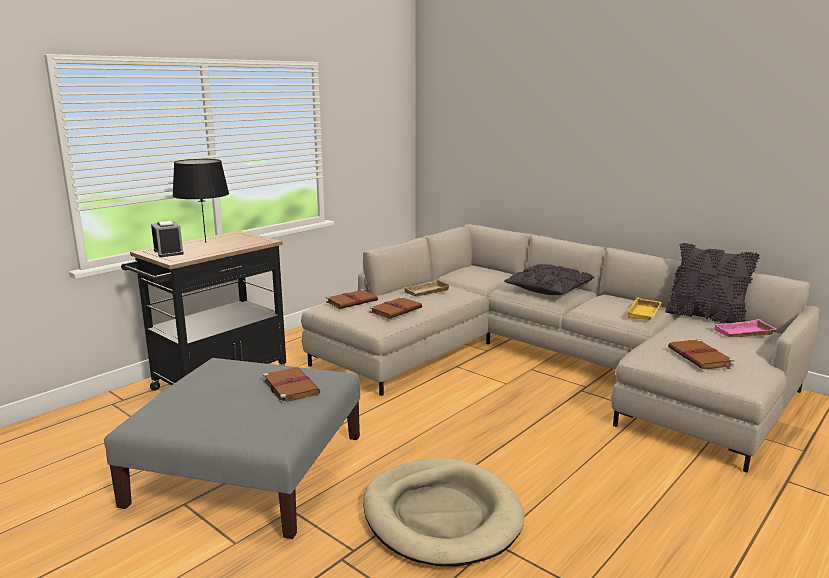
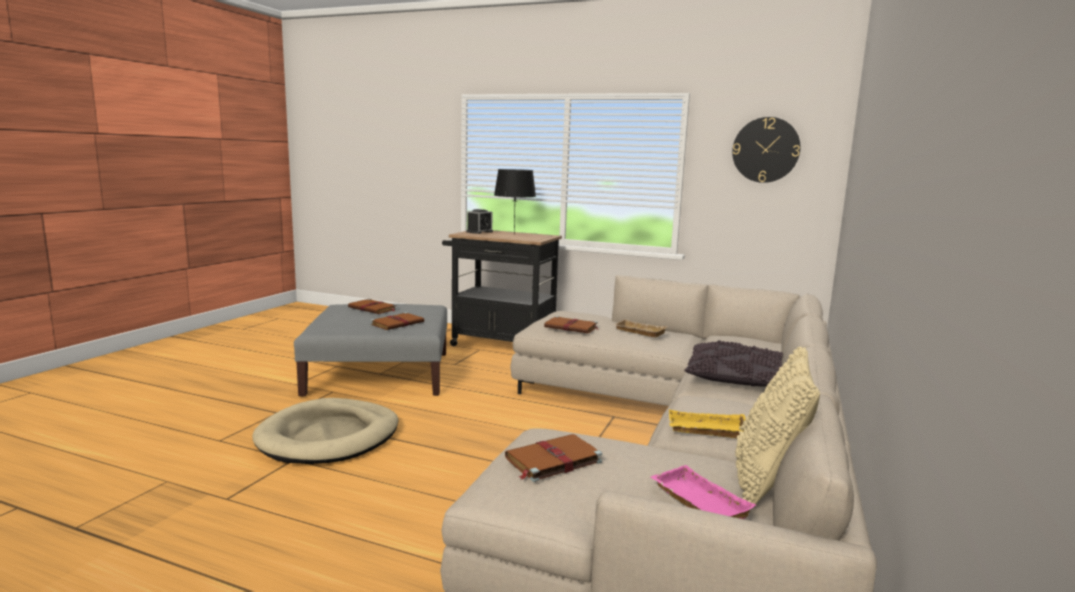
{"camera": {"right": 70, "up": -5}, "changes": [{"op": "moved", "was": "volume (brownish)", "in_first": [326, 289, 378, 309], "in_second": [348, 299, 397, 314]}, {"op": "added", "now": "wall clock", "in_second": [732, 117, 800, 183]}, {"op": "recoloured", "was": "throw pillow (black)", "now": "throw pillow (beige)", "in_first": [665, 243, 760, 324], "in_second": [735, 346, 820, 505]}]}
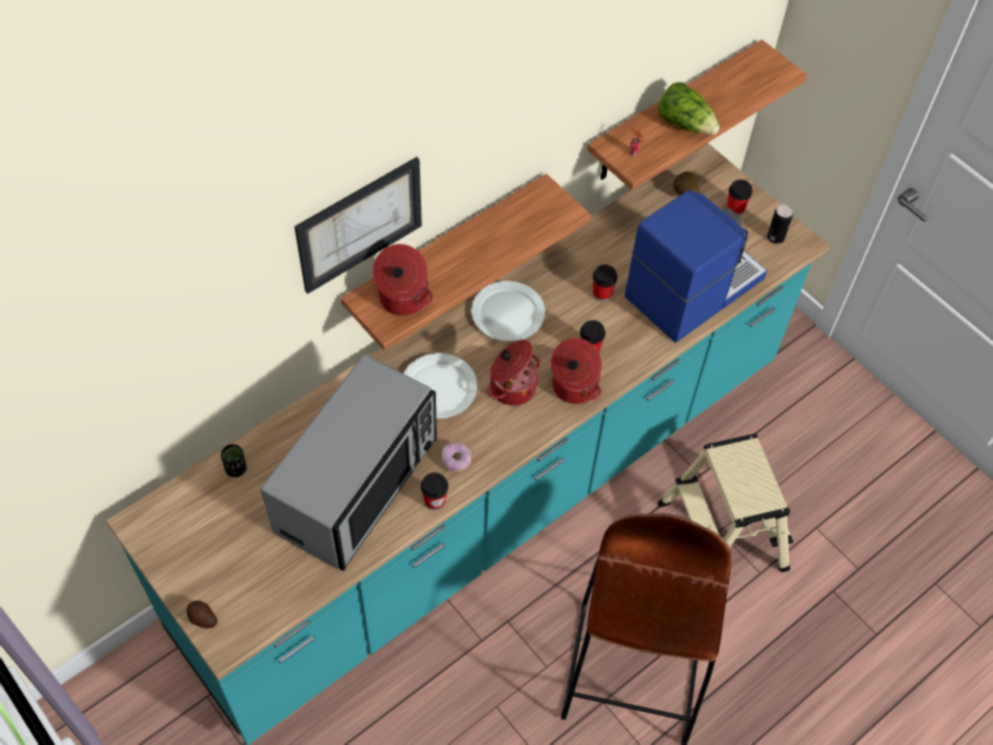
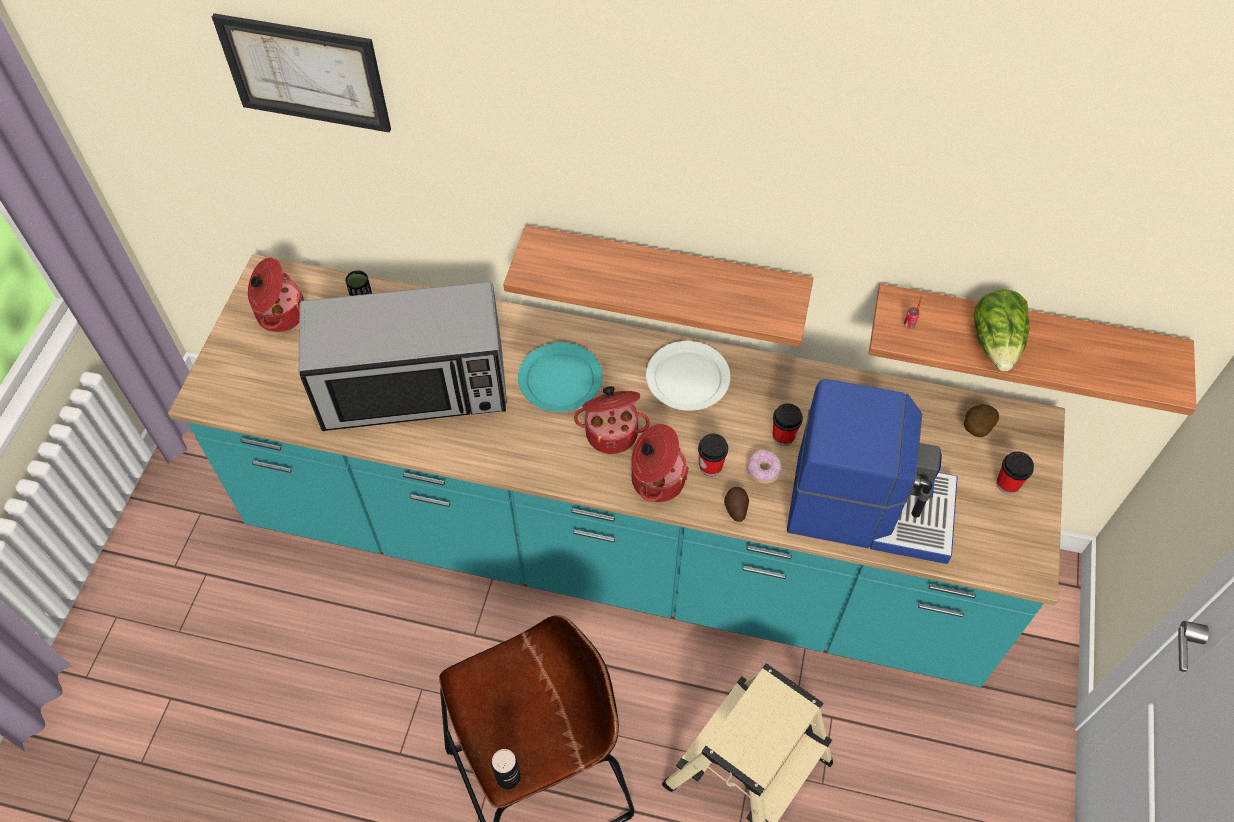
{"camera": {"right": 55, "up": 0}, "changes": [{"op": "moved", "was": "wall art", "in_first": [294, 157, 422, 294], "in_second": [212, 13, 391, 133]}, {"op": "moved", "was": "stockpot", "in_first": [373, 244, 433, 316], "in_second": [248, 258, 304, 332]}, {"op": "moved", "was": "sealed can", "in_first": [767, 204, 793, 244], "in_second": [491, 749, 521, 790]}, {"op": "recoloured", "was": "flat dish (whitish)", "now": "flat dish (turquoise)", "in_first": [403, 353, 477, 418], "in_second": [518, 342, 603, 412]}, {"op": "moved", "was": "whole potato", "in_first": [186, 601, 217, 628], "in_second": [724, 487, 749, 522]}, {"op": "moved", "was": "doughnut", "in_first": [441, 442, 471, 472], "in_second": [748, 449, 782, 484]}, {"op": "removed", "was": "small cup", "in_first": [421, 473, 448, 510]}]}
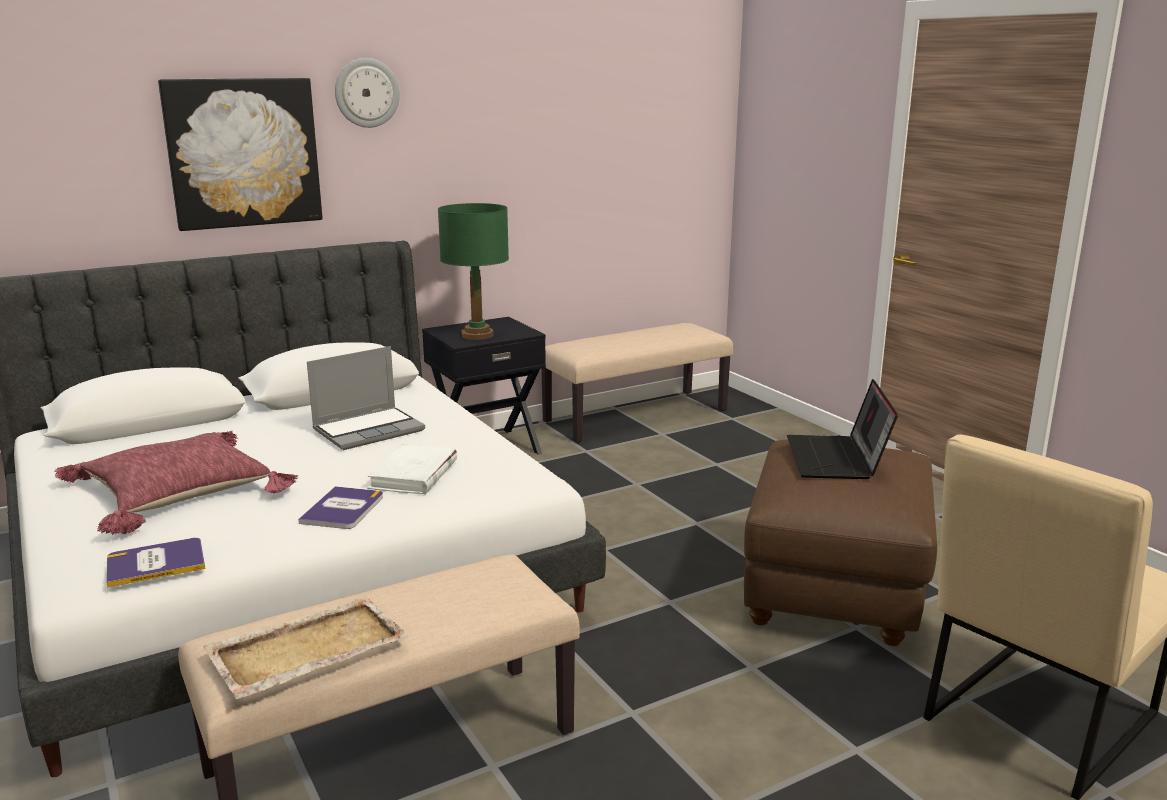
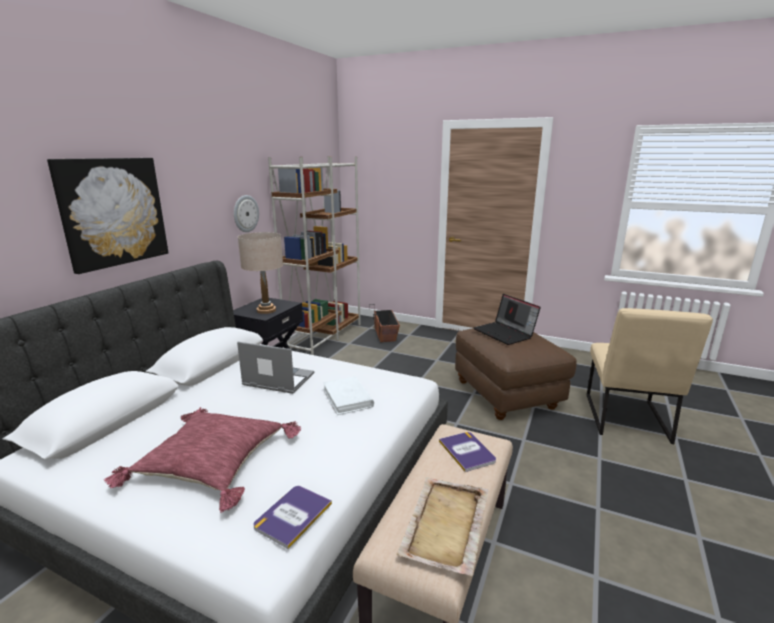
{"camera": {"right": -35, "up": 0}, "changes": [{"op": "moved", "was": "wall clock", "in_first": [335, 58, 400, 128], "in_second": [234, 195, 259, 232]}, {"op": "turned", "was": "portable computer", "in_first": [307, 346, 425, 450], "in_second": [237, 342, 314, 394], "clockwise": -90}, {"op": "recoloured", "was": "lamp for a table (greenish)", "now": "lamp for a table (beige)", "in_first": [438, 203, 509, 340], "in_second": [238, 232, 283, 314]}, {"op": "replaced", "was": "long seat (beige)", "now": "bookshelf (brownish)", "in_first": [541, 323, 733, 442], "in_second": [268, 156, 361, 355]}, {"op": "added", "now": "plant pot", "in_second": [369, 304, 400, 342]}, {"op": "moved", "was": "volume", "in_first": [298, 486, 383, 529], "in_second": [439, 432, 496, 472]}]}
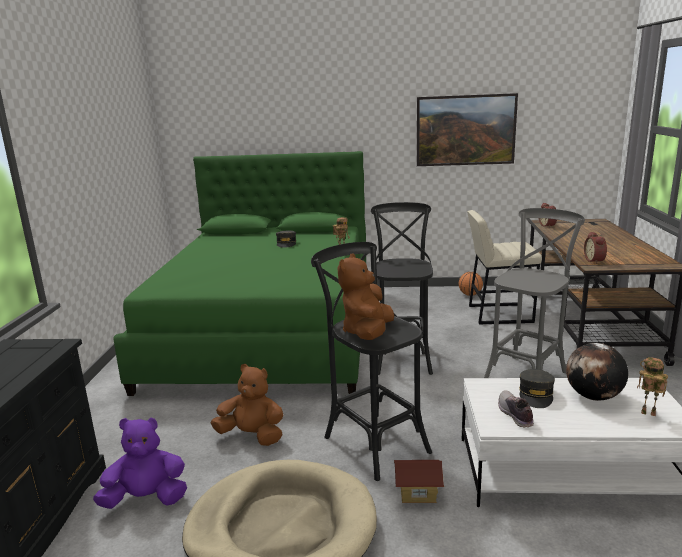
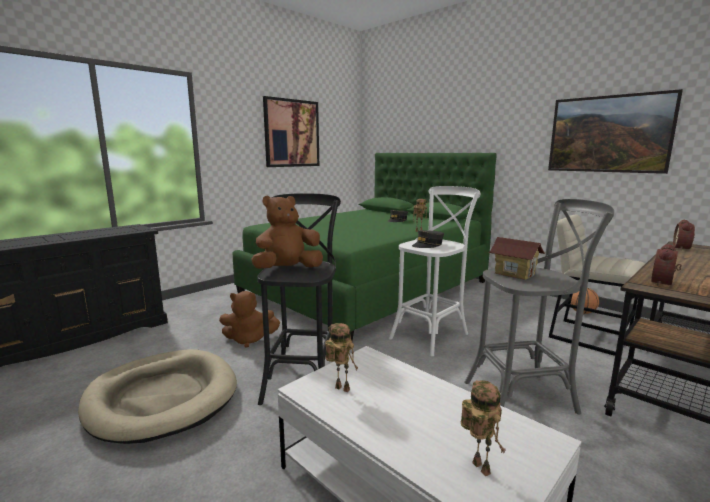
{"camera": {"right": 40, "up": -5}, "changes": [{"op": "turned", "was": "cuddly toy (brownish)", "in_first": [210, 364, 283, 446], "in_second": [219, 291, 280, 348], "clockwise": 120}, {"op": "added", "now": "wall art", "in_second": [263, 96, 319, 167]}, {"op": "replaced", "was": "item of footwear", "now": "robot figure", "in_first": [498, 390, 534, 427], "in_second": [325, 323, 358, 392]}, {"op": "recoloured", "was": "sitting stool (black)", "now": "sitting stool (whitish)", "in_first": [371, 202, 433, 375], "in_second": [389, 186, 480, 356]}, {"op": "moved", "was": "cap (grey)", "in_first": [519, 369, 555, 408], "in_second": [412, 230, 444, 248]}, {"op": "moved", "was": "toy house", "in_first": [394, 460, 444, 503], "in_second": [489, 237, 546, 280]}, {"op": "removed", "was": "cuddly toy (purplish)", "in_first": [93, 417, 187, 509]}, {"op": "removed", "was": "globe", "in_first": [566, 343, 628, 401]}]}
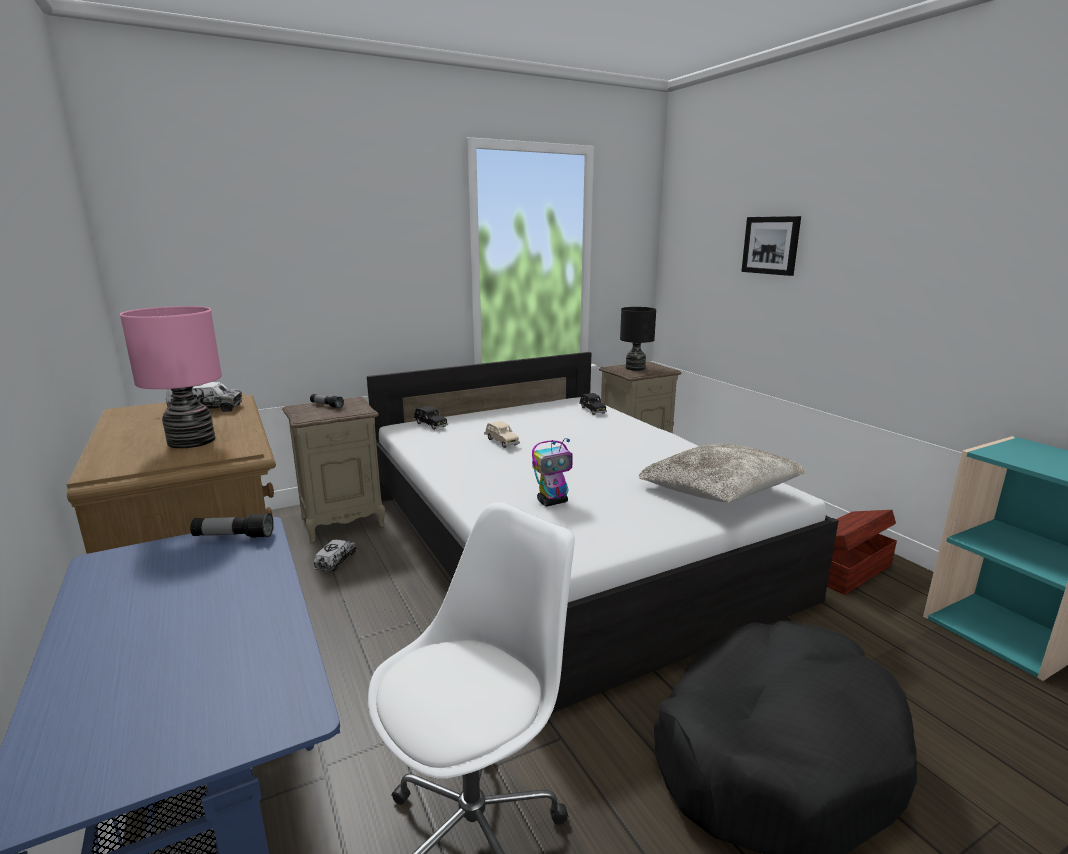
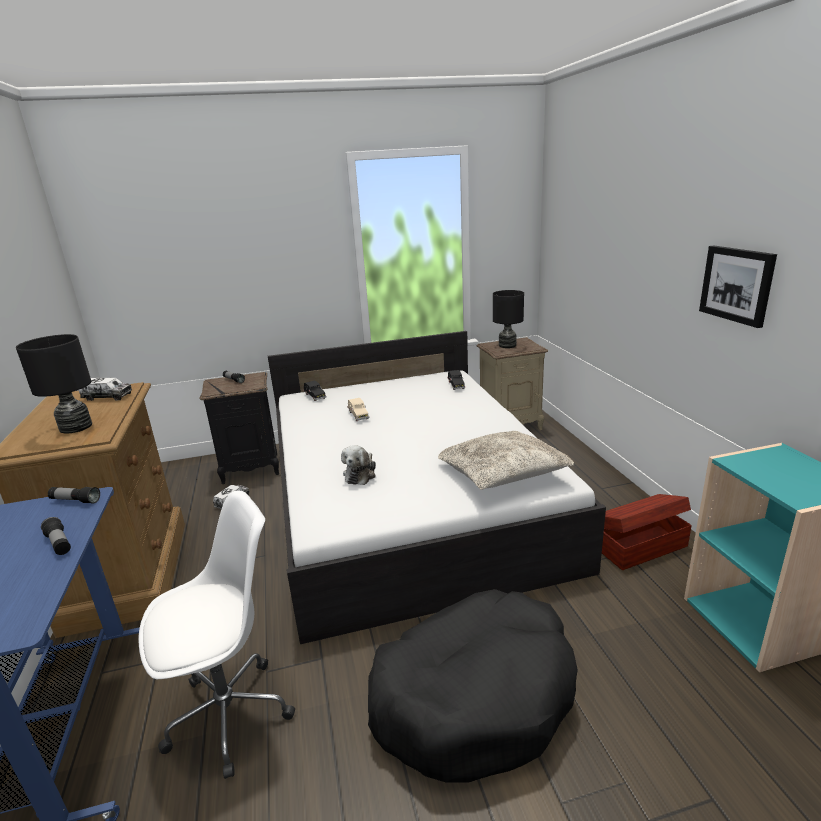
{"camera": {"right": 15, "up": 5}, "changes": [{"op": "recoloured", "was": "lamp for a table (pink)", "now": "lamp for a table (black)", "in_first": [120, 306, 222, 448], "in_second": [16, 334, 92, 434]}, {"op": "added", "now": "hand torch", "in_second": [41, 517, 71, 555]}, {"op": "recoloured", "was": "nightstand (beige)", "now": "nightstand (black)", "in_first": [282, 397, 385, 542], "in_second": [199, 372, 279, 484]}, {"op": "replaced", "was": "robot figure", "now": "cuddly toy", "in_first": [532, 438, 573, 506], "in_second": [341, 445, 376, 485]}, {"op": "moved", "was": "wall art", "in_first": [741, 216, 801, 276], "in_second": [699, 245, 777, 328]}]}
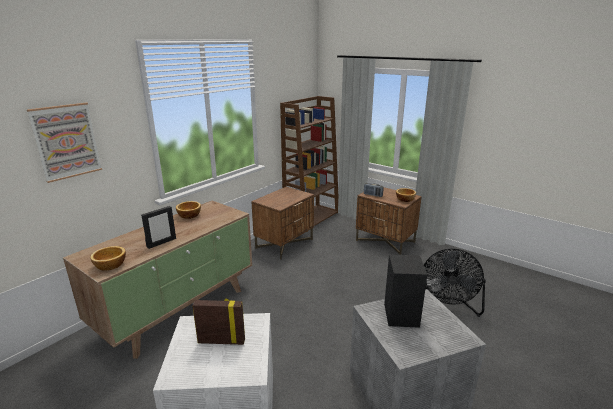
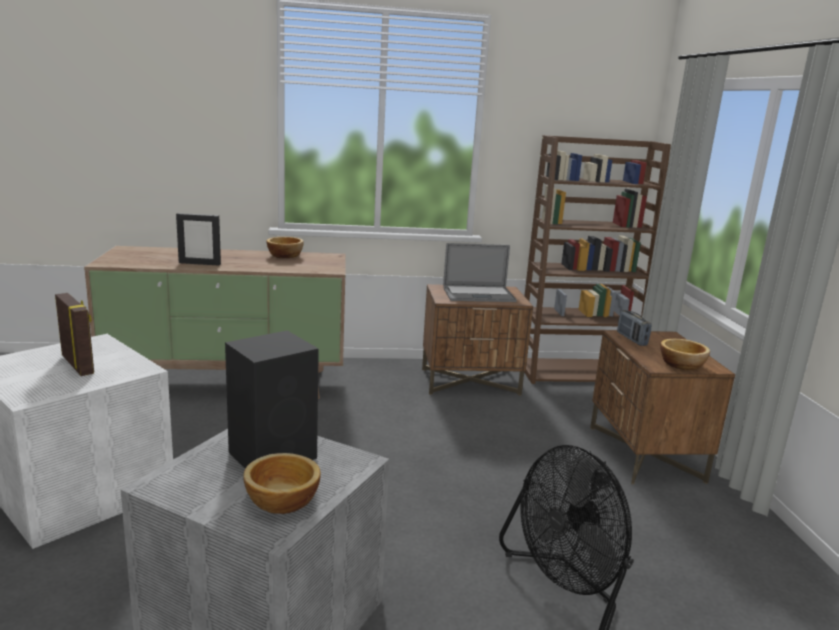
{"camera": {"right": 45, "up": -5}, "changes": [{"op": "moved", "was": "serving bowl", "in_first": [90, 246, 126, 270], "in_second": [243, 453, 321, 514]}, {"op": "added", "now": "portable computer", "in_second": [443, 243, 517, 302]}, {"op": "removed", "was": "wall art", "in_first": [27, 103, 102, 183]}]}
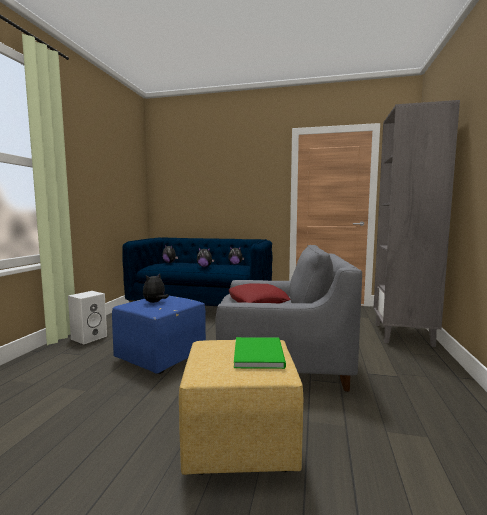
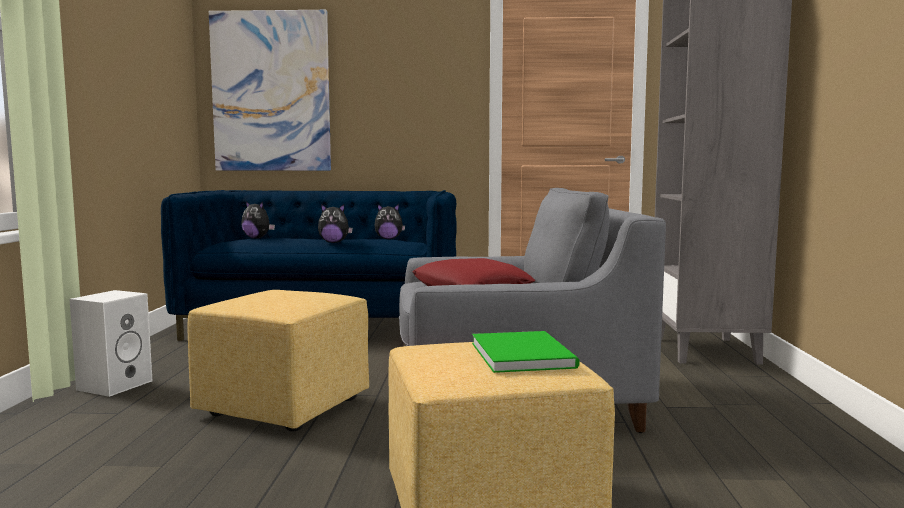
{"camera": {"right": -10, "up": 0}, "changes": [{"op": "recoloured", "was": "footrest (bluish)", "now": "footrest (yellow)", "in_first": [112, 296, 206, 374], "in_second": [187, 290, 369, 431]}, {"op": "added", "now": "wall art", "in_second": [209, 10, 331, 171]}, {"op": "removed", "was": "cuddly toy", "in_first": [143, 273, 169, 303]}]}
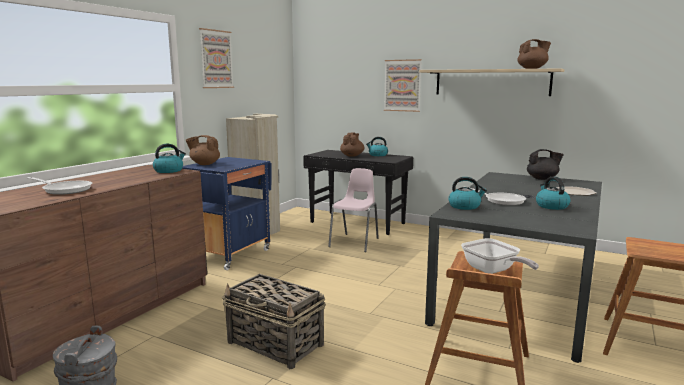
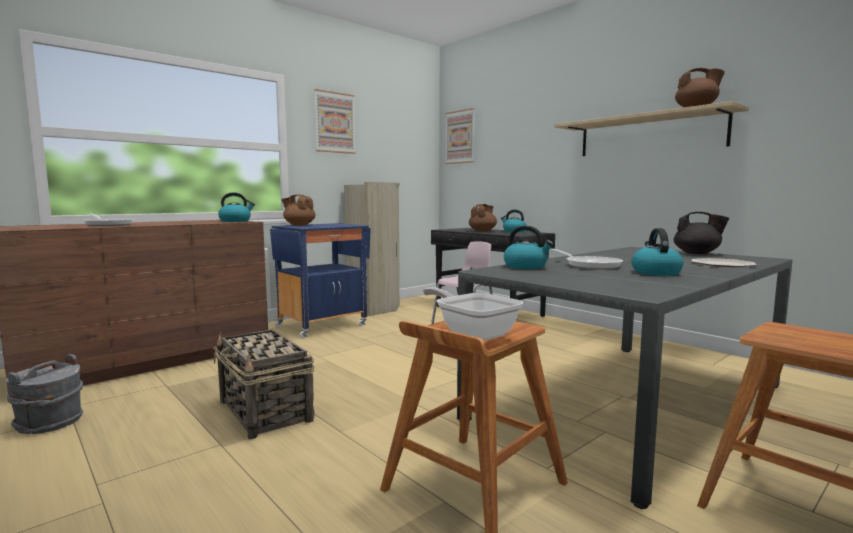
{"camera": {"right": 20, "up": -5}, "changes": [{"op": "turned", "was": "pan", "in_first": [461, 238, 539, 274], "in_second": [423, 287, 523, 341], "clockwise": 150}, {"op": "moved", "was": "wall art", "in_first": [384, 59, 422, 112], "in_second": [445, 108, 475, 164]}]}
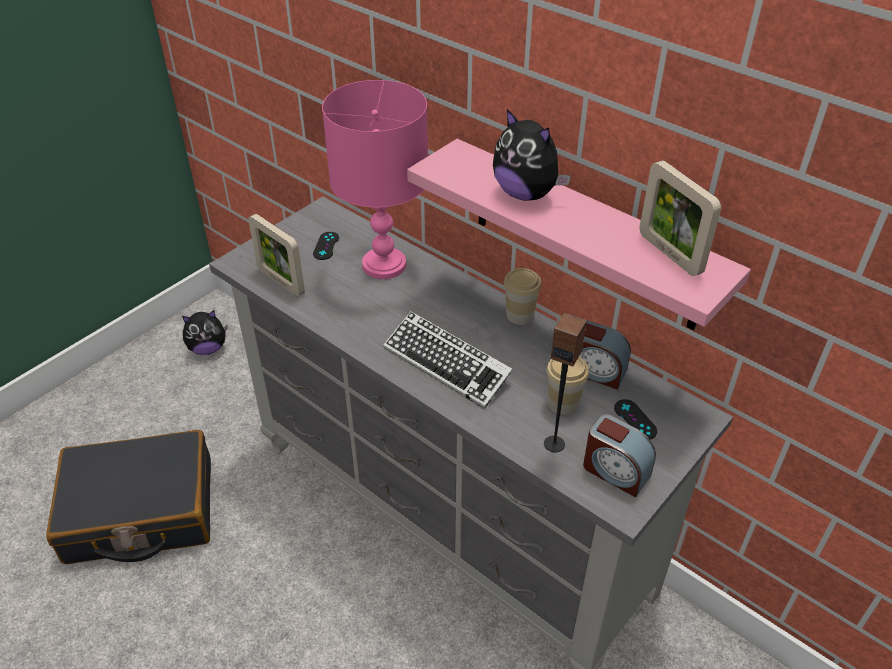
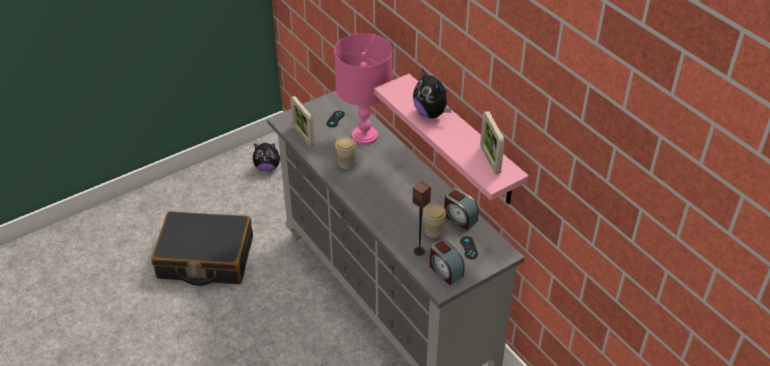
{"camera": {"right": 15, "up": 0}, "changes": [{"op": "moved", "was": "small cup", "in_first": [504, 268, 542, 325], "in_second": [335, 137, 356, 169]}, {"op": "removed", "was": "computer keyboard", "in_first": [383, 311, 513, 409]}]}
